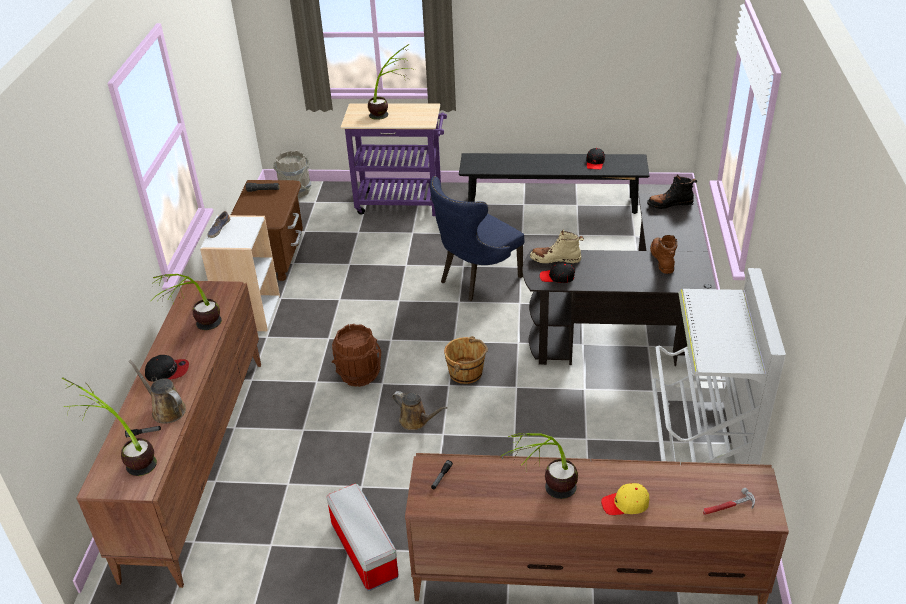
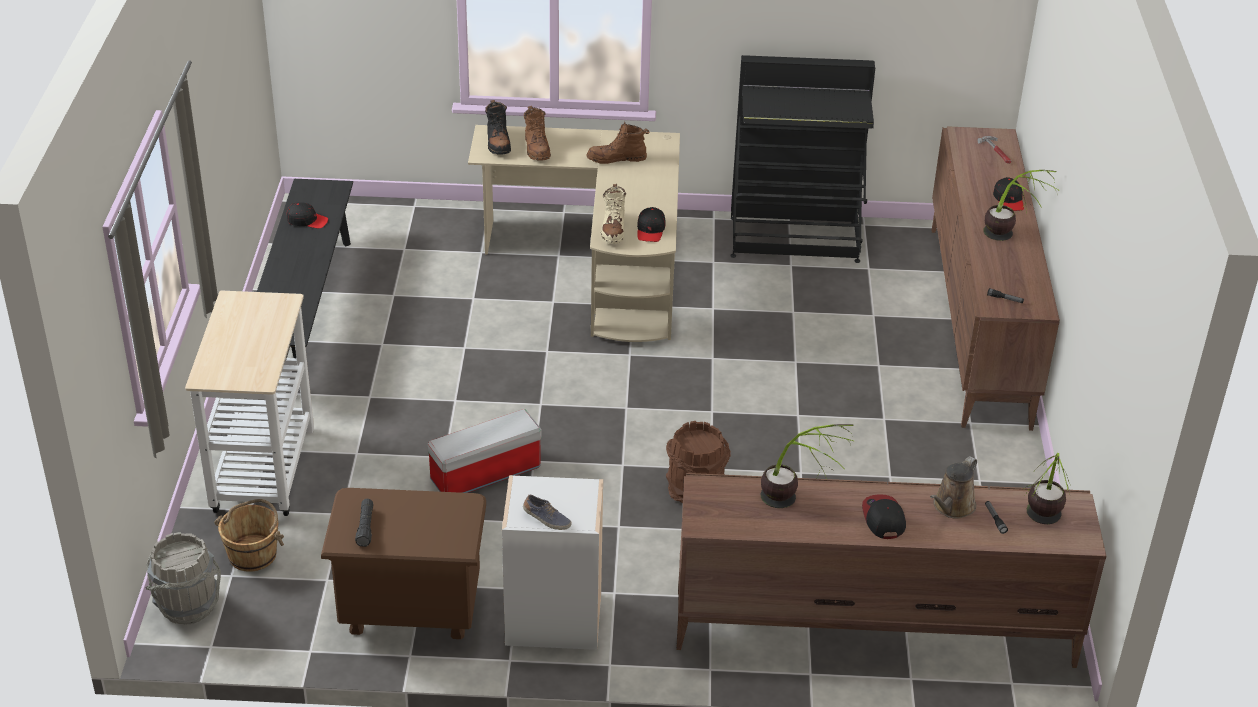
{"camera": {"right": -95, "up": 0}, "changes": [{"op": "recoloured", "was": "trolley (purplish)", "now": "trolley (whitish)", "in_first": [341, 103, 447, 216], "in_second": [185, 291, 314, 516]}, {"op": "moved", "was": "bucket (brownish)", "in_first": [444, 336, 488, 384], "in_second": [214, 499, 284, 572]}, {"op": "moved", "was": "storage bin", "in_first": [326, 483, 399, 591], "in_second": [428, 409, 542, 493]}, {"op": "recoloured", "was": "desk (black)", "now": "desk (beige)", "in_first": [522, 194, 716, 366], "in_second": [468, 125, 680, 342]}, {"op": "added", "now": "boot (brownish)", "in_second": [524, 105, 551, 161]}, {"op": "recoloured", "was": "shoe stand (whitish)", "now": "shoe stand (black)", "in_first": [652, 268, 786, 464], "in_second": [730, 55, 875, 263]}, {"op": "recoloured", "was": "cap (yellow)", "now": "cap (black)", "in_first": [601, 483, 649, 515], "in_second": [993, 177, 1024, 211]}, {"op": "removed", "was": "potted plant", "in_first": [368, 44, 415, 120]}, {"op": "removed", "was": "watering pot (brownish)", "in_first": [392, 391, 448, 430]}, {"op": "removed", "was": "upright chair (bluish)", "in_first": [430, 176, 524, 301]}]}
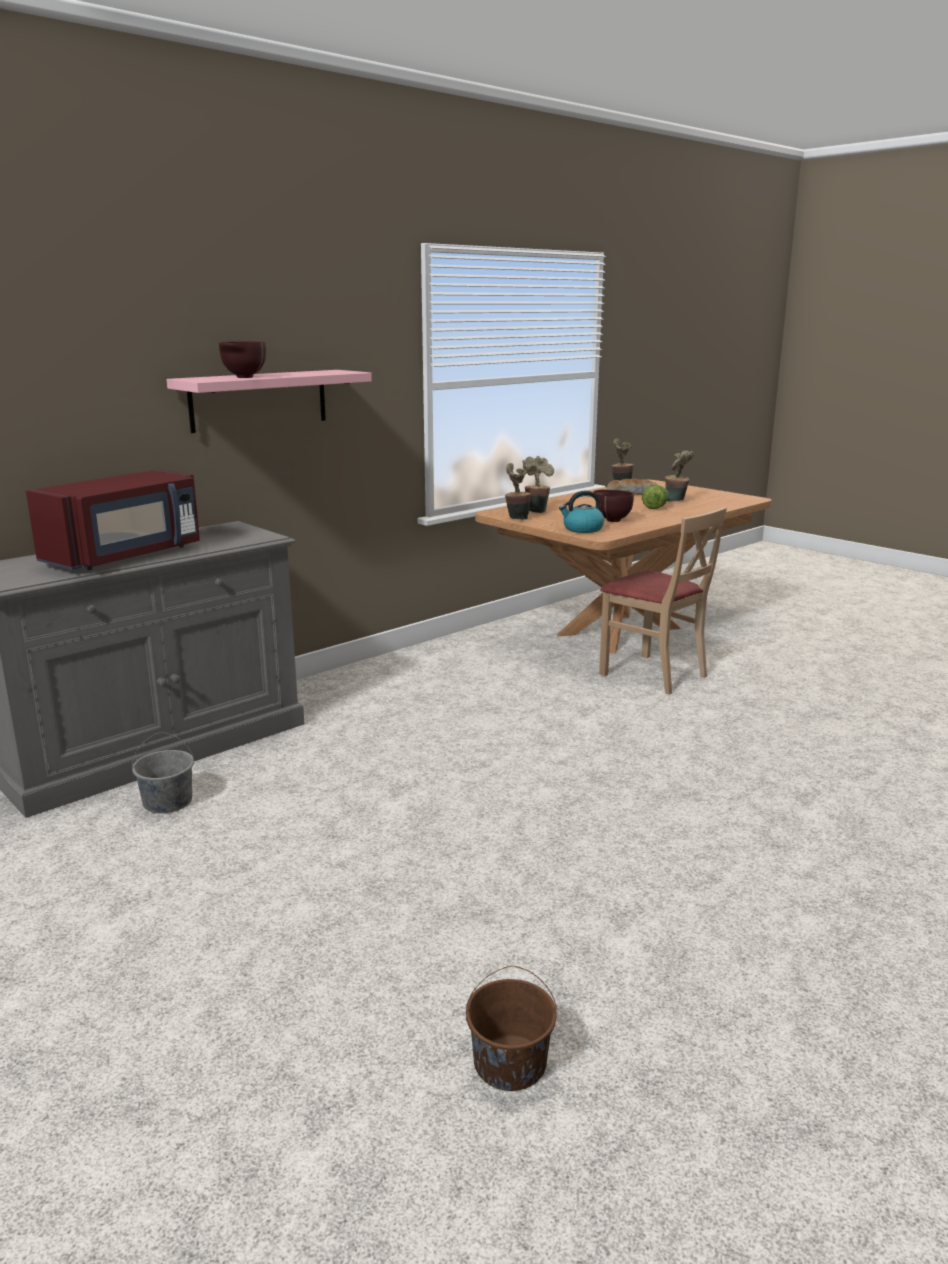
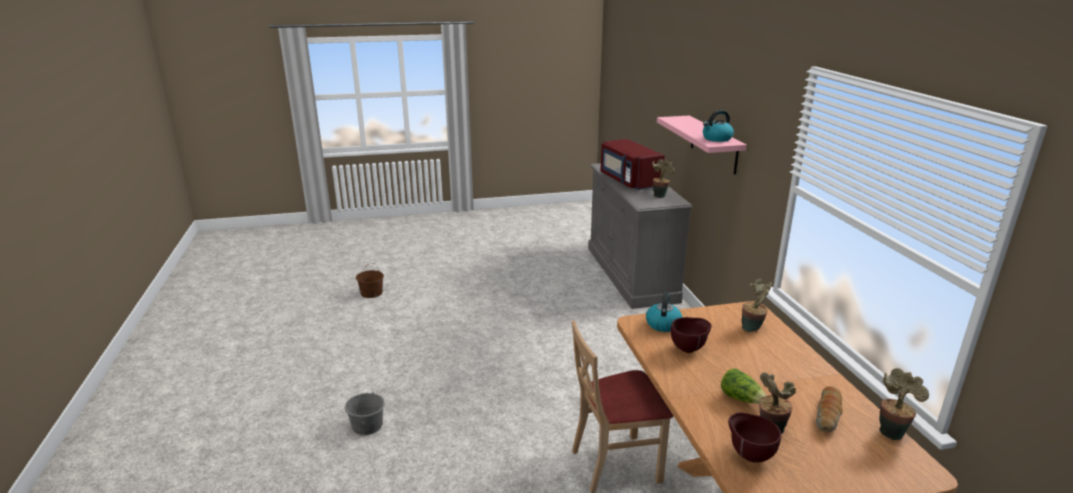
{"camera": {"right": 120, "up": 5}, "changes": [{"op": "moved", "was": "bucket (grey)", "in_first": [132, 732, 194, 813], "in_second": [345, 385, 385, 435]}, {"op": "moved", "was": "potted plant", "in_first": [505, 463, 531, 520], "in_second": [652, 159, 675, 198]}, {"op": "added", "now": "tea kettle", "in_second": [703, 110, 734, 142]}, {"op": "moved", "was": "serving bowl (brownish)", "in_first": [219, 341, 266, 378], "in_second": [728, 412, 781, 462]}]}
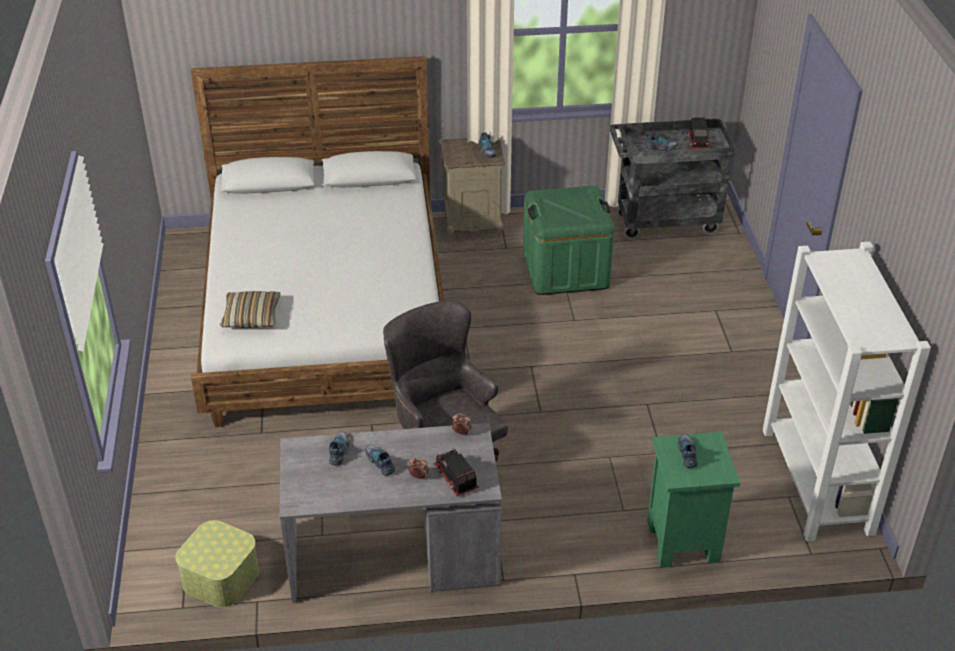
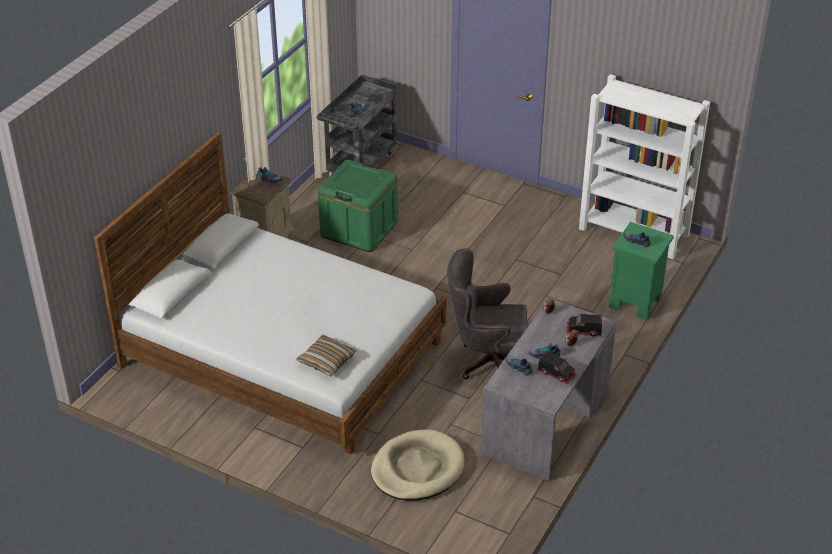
{"camera": {"right": -55, "up": 0}, "changes": [{"op": "added", "now": "pet bed (beige)", "in_second": [371, 429, 465, 500]}, {"op": "moved", "was": "toy truck", "in_first": [688, 117, 710, 149], "in_second": [537, 351, 577, 385]}, {"op": "removed", "was": "storage bin", "in_first": [175, 520, 259, 608]}]}
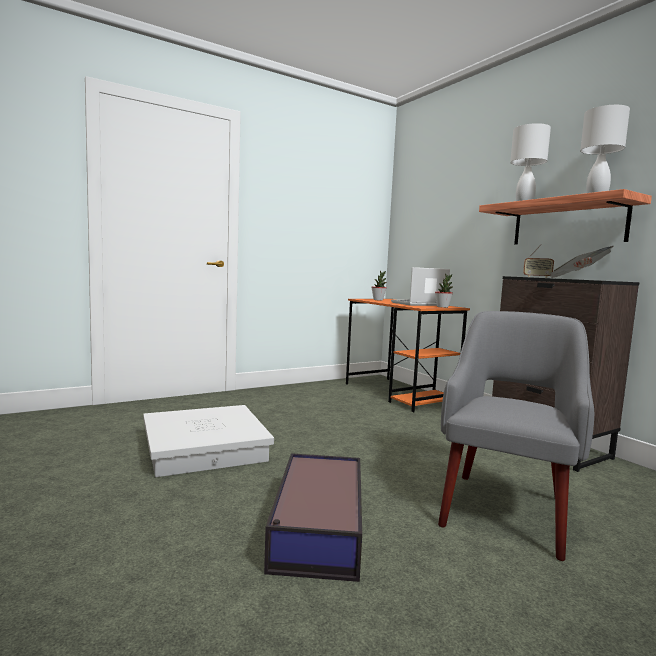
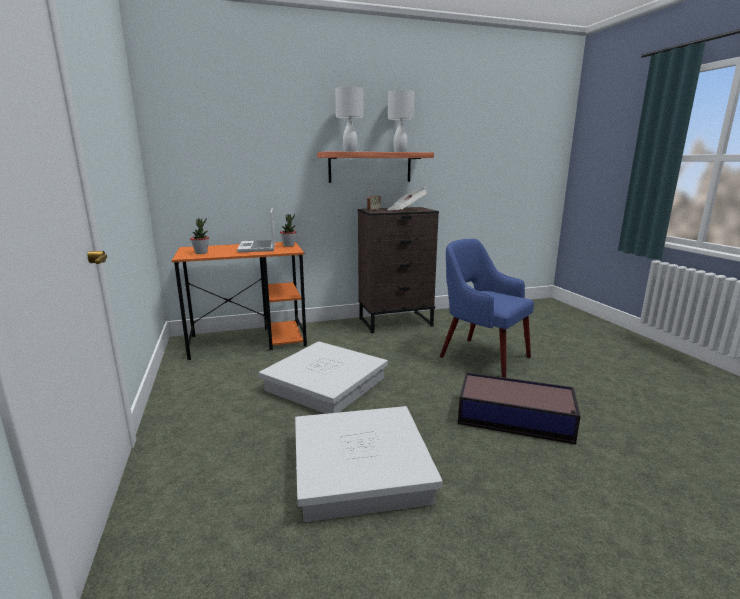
{"camera": {"right": -75, "up": 10}, "changes": [{"op": "added", "now": "storage bin (whitish)", "in_second": [259, 341, 388, 414]}, {"op": "recoloured", "was": "lounge chair (grey)", "now": "lounge chair (bluish)", "in_first": [438, 311, 594, 561], "in_second": [440, 239, 534, 378]}]}
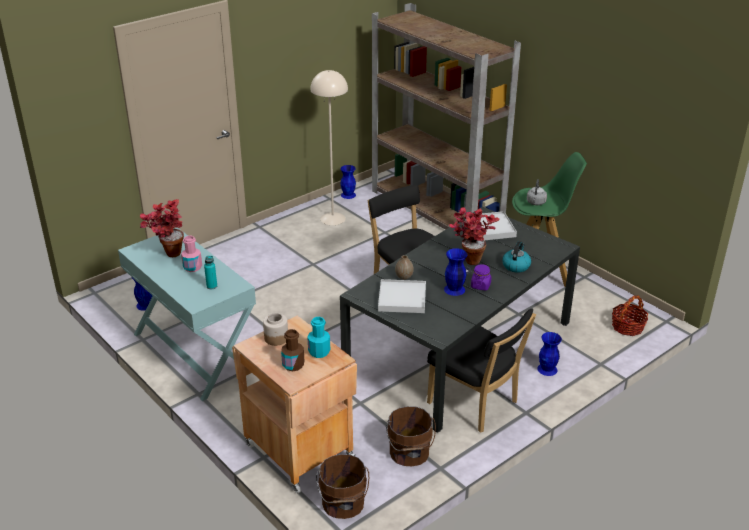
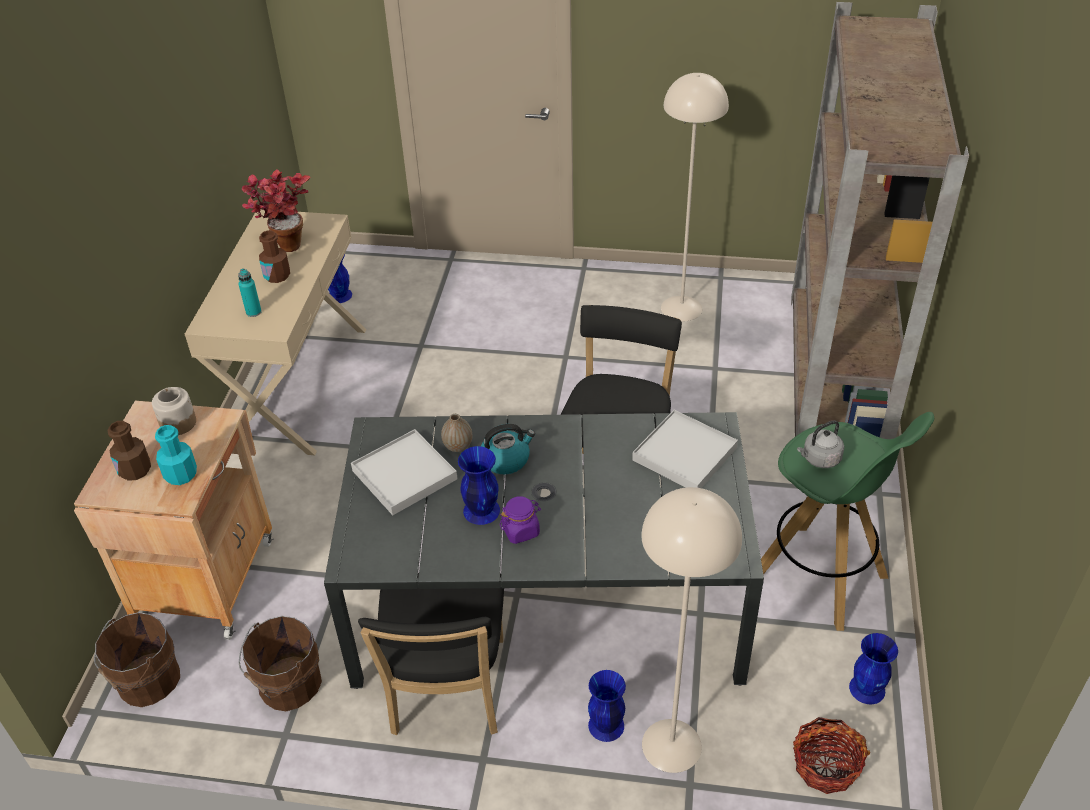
{"camera": {"right": 50, "up": 10}, "changes": [{"op": "recoloured", "was": "narrow table (turquoise)", "now": "narrow table (beige)", "in_first": [118, 228, 256, 401], "in_second": [185, 209, 366, 455]}, {"op": "recoloured", "was": "drink bottle (pink)", "now": "drink bottle (brownish)", "in_first": [181, 236, 202, 272], "in_second": [259, 230, 290, 283]}, {"op": "moved", "was": "tea kettle", "in_first": [502, 241, 531, 273], "in_second": [481, 424, 535, 474]}, {"op": "added", "now": "standard lamp (beige)", "in_second": [641, 487, 742, 773]}, {"op": "moved", "was": "flower vase (bluish)", "in_first": [340, 165, 356, 199], "in_second": [849, 633, 898, 704]}, {"op": "removed", "was": "potted plant", "in_first": [449, 207, 500, 265]}]}
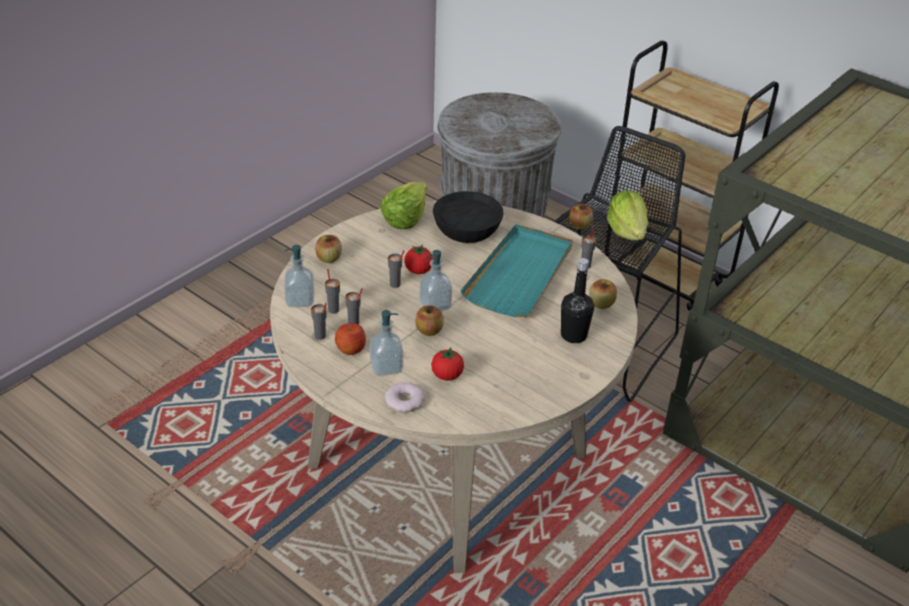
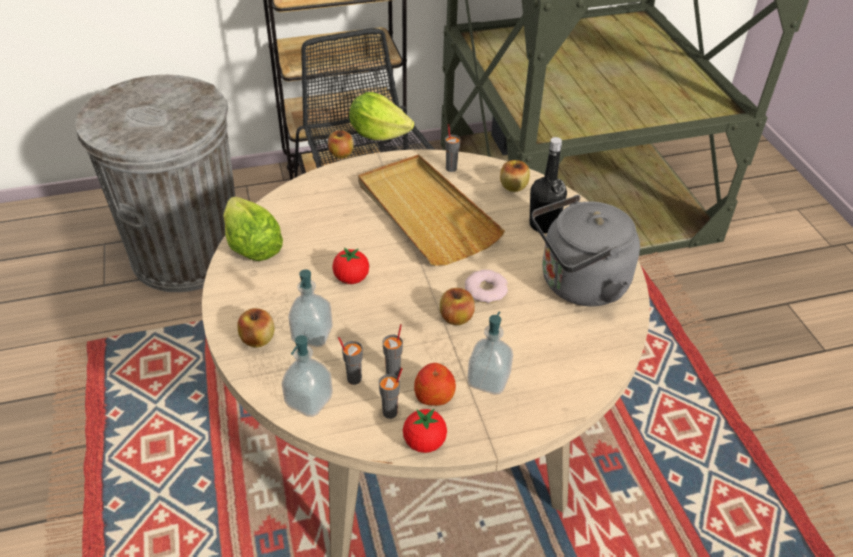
{"camera": {"right": -55, "up": 5}, "changes": [{"op": "moved", "was": "soap dispenser", "in_first": [419, 250, 452, 311], "in_second": [288, 269, 333, 347]}, {"op": "recoloured", "was": "tray (turquoise)", "now": "tray (beige)", "in_first": [460, 224, 573, 317], "in_second": [358, 154, 505, 266]}, {"op": "moved", "was": "tomato", "in_first": [431, 348, 464, 381], "in_second": [403, 409, 447, 453]}, {"op": "moved", "was": "doughnut", "in_first": [385, 382, 425, 412], "in_second": [465, 270, 508, 303]}, {"op": "added", "now": "tea kettle (grey)", "in_second": [532, 195, 640, 306]}, {"op": "removed", "was": "small cup (grey)", "in_first": [388, 250, 404, 288]}, {"op": "removed", "was": "serving bowl (black)", "in_first": [433, 191, 504, 243]}]}
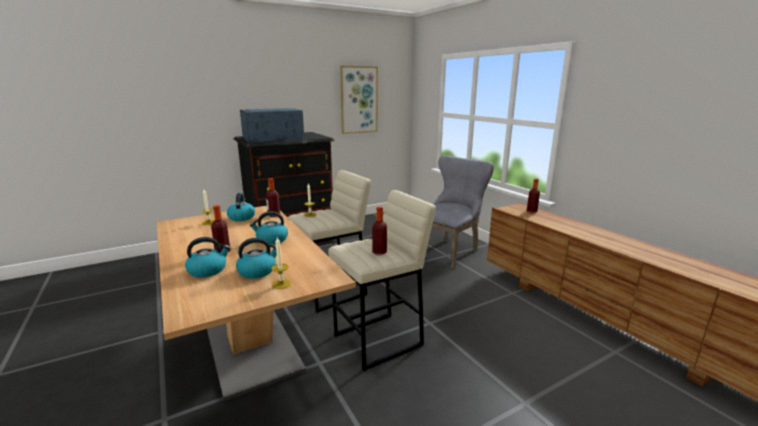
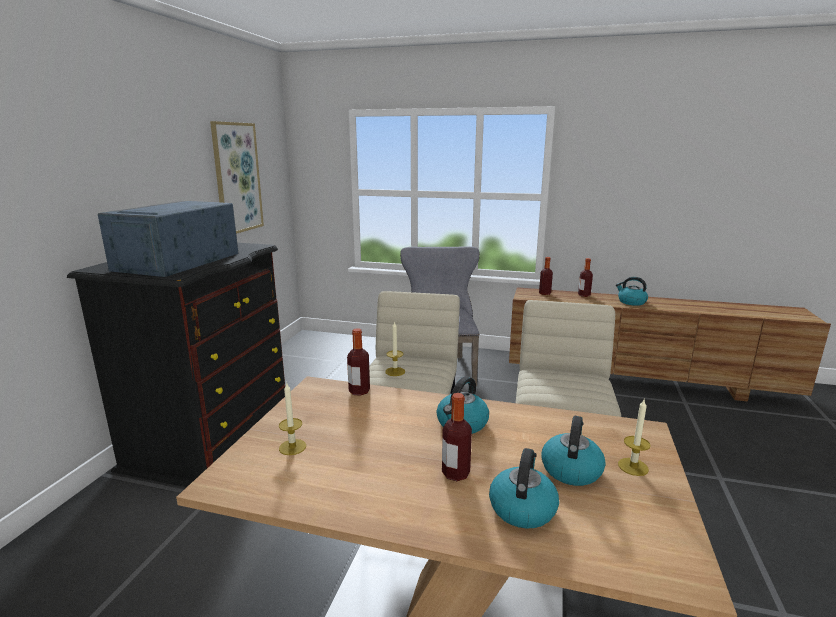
{"camera": {"right": -45, "up": 0}, "changes": [{"op": "moved", "was": "drink bottle", "in_first": [372, 206, 387, 255], "in_second": [578, 258, 593, 297]}, {"op": "moved", "was": "tea kettle", "in_first": [227, 193, 255, 221], "in_second": [616, 277, 648, 306]}]}
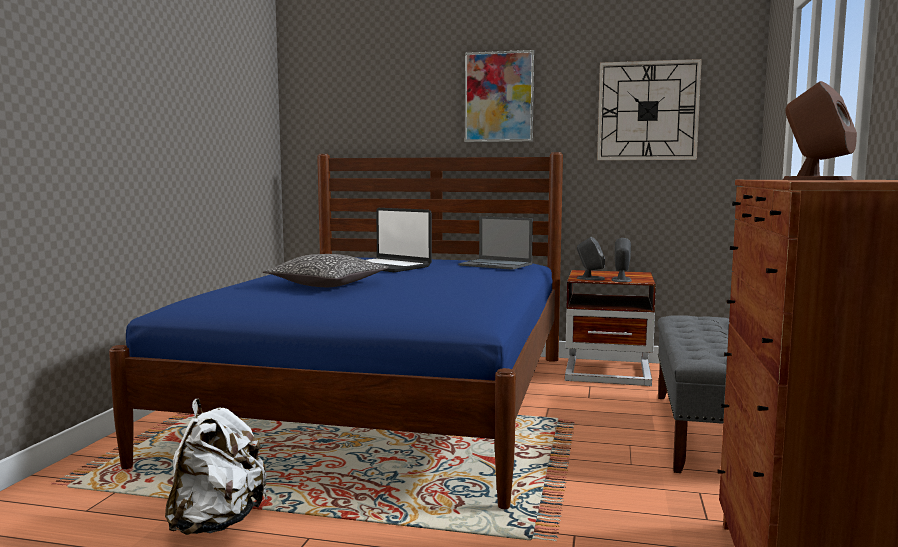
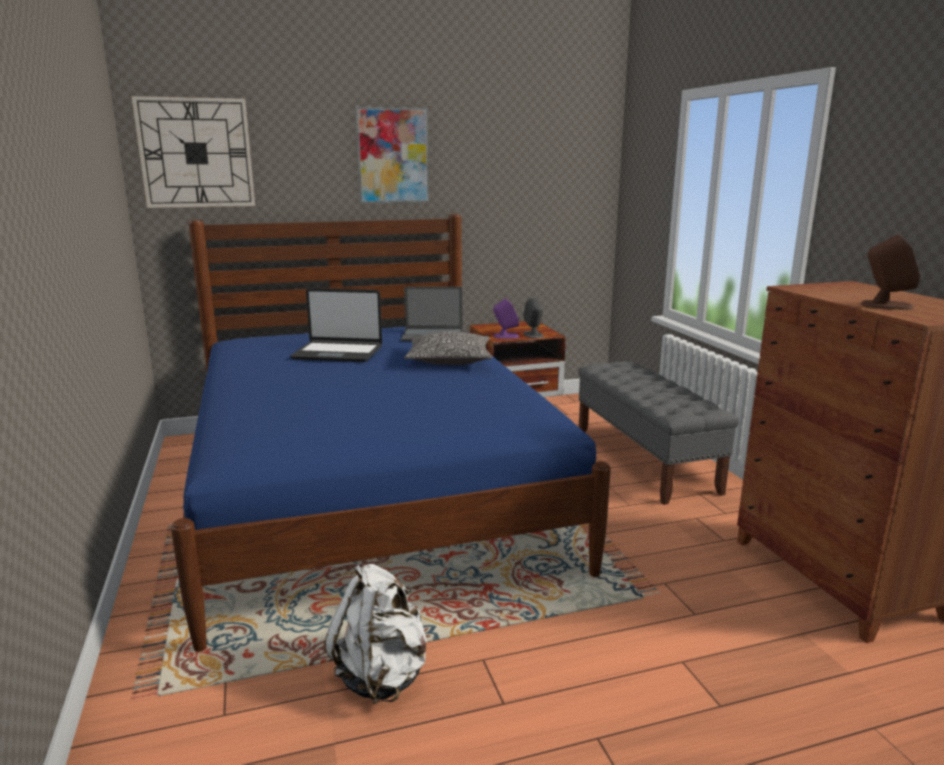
{"camera": {"right": -30, "up": 10}, "changes": [{"op": "moved", "was": "wall clock", "in_first": [597, 59, 702, 160], "in_second": [131, 96, 255, 208]}, {"op": "moved", "was": "throw pillow", "in_first": [263, 254, 388, 287], "in_second": [404, 331, 492, 365]}, {"op": "recoloured", "was": "speaker (grey)", "now": "speaker (purplish)", "in_first": [577, 237, 605, 280], "in_second": [493, 298, 519, 339]}]}
